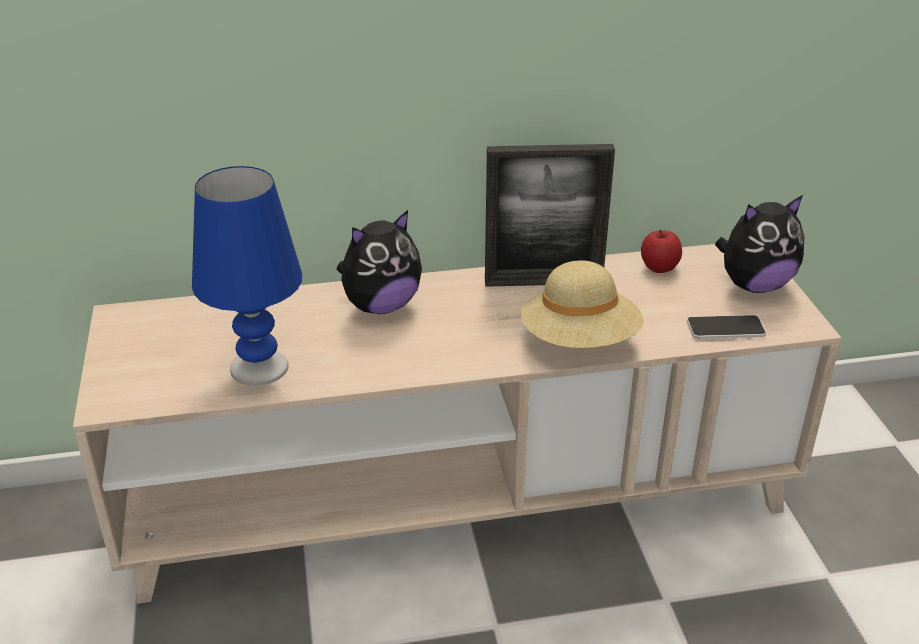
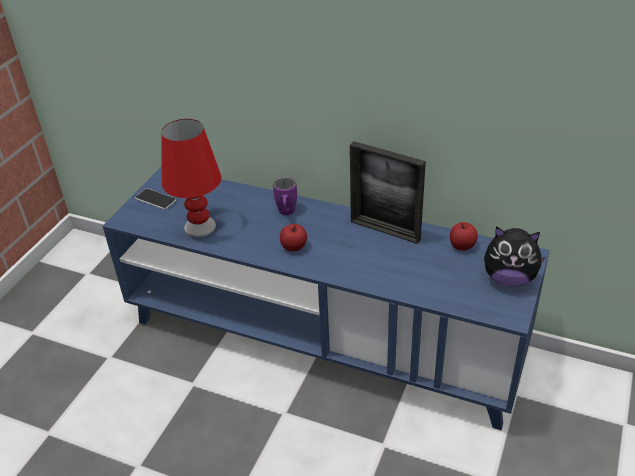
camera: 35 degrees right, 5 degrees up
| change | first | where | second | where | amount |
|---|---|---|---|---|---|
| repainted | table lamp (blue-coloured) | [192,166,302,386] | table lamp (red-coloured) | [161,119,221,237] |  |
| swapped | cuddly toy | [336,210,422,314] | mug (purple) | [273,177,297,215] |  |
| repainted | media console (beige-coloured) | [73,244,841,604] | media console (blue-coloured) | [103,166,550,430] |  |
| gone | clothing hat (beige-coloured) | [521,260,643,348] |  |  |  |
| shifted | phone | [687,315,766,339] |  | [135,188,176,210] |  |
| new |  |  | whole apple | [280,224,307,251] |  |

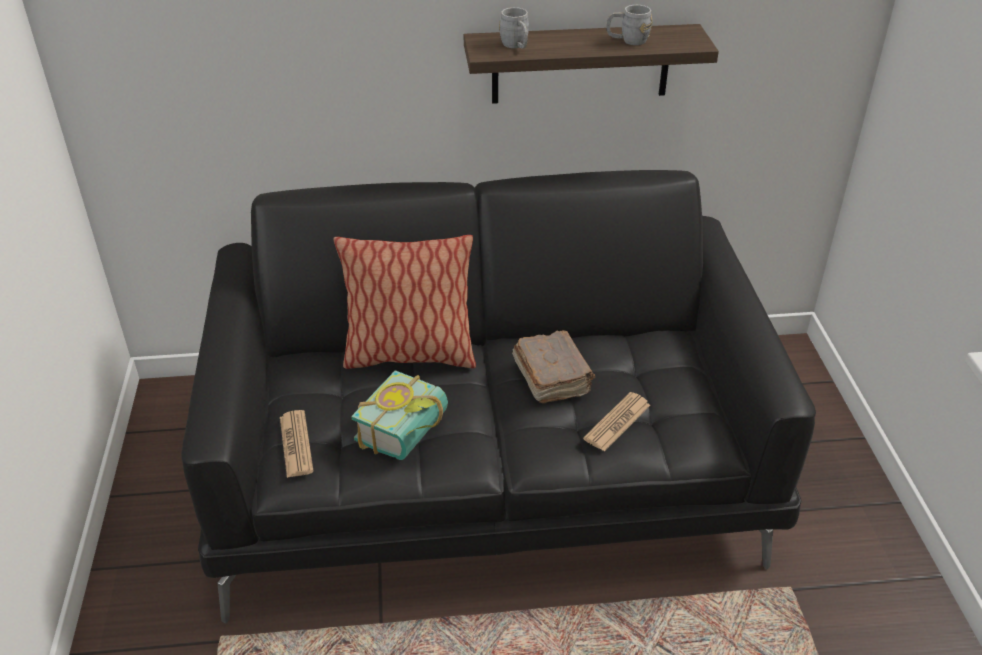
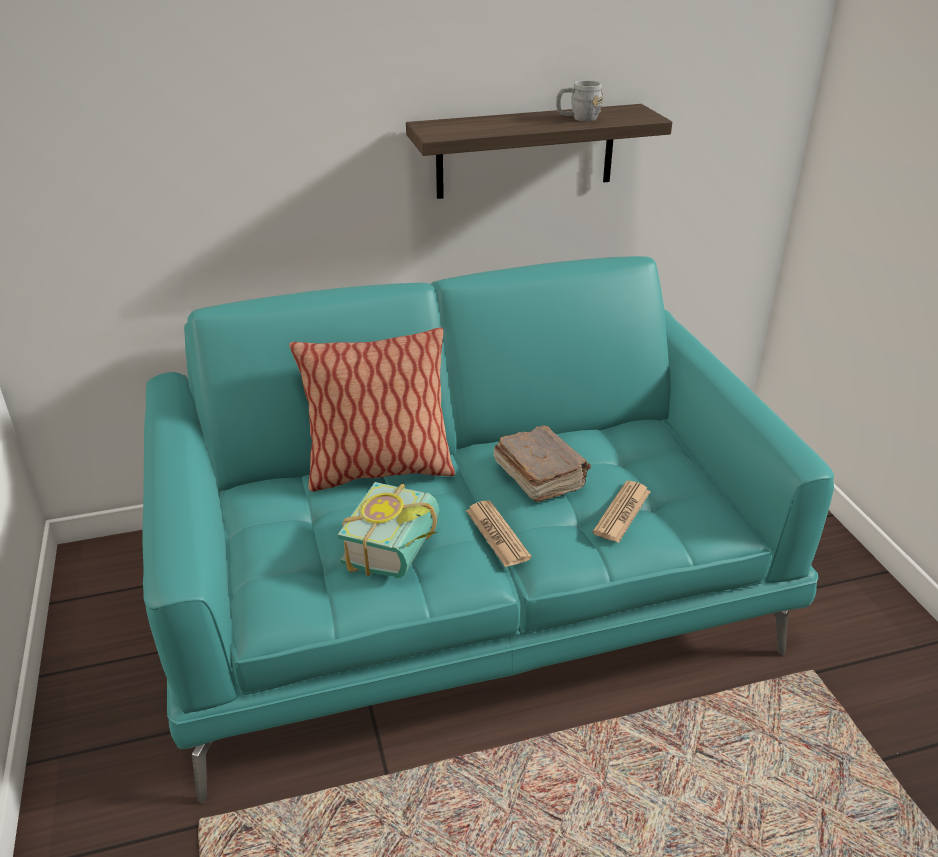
camera: 10 degrees left, 5 degrees down
| change | first | where | second | where | amount |
|---|---|---|---|---|---|
| gone | mug (gray) | [499,7,529,49] |  |  |  |
| repainted | sofa (black) | [181,170,816,624] | sofa (turquoise) | [142,256,834,803] |  |
| shifted | newspaper | [280,410,314,478] |  | [466,500,532,567] |  |

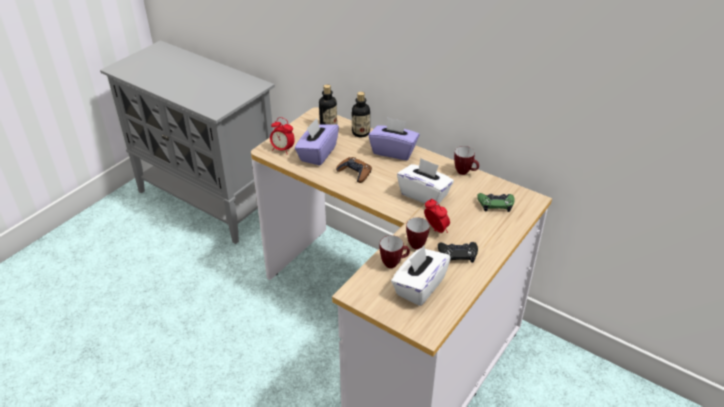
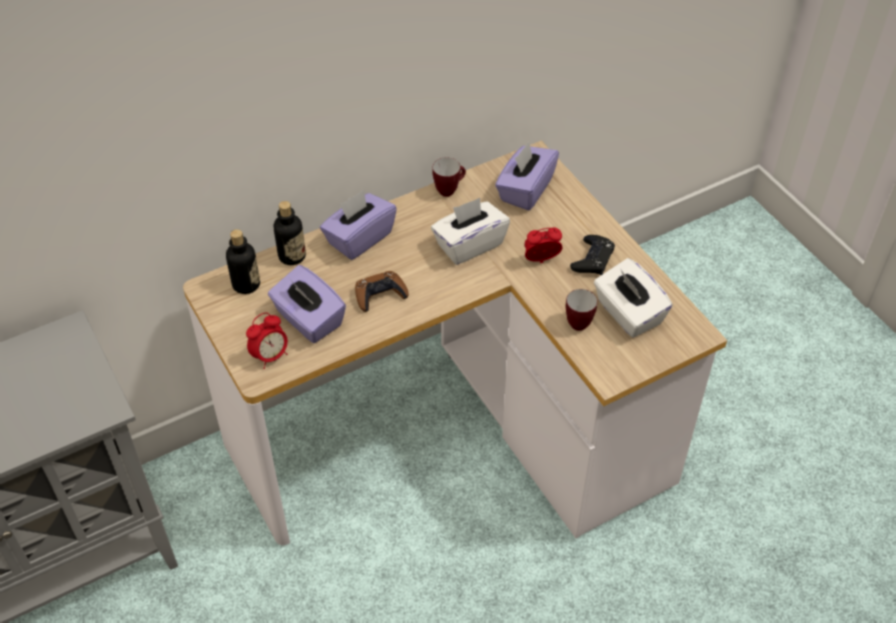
camera: 65 degrees left, 10 degrees up
| change | first | where | second | where | amount |
|---|---|---|---|---|---|
| swapped | joypad (green-coloured) | [477,193,515,212] | tissue holder (purple) | [495,142,559,211] |  |
| gone | mug | [406,217,430,250] |  |  |  |

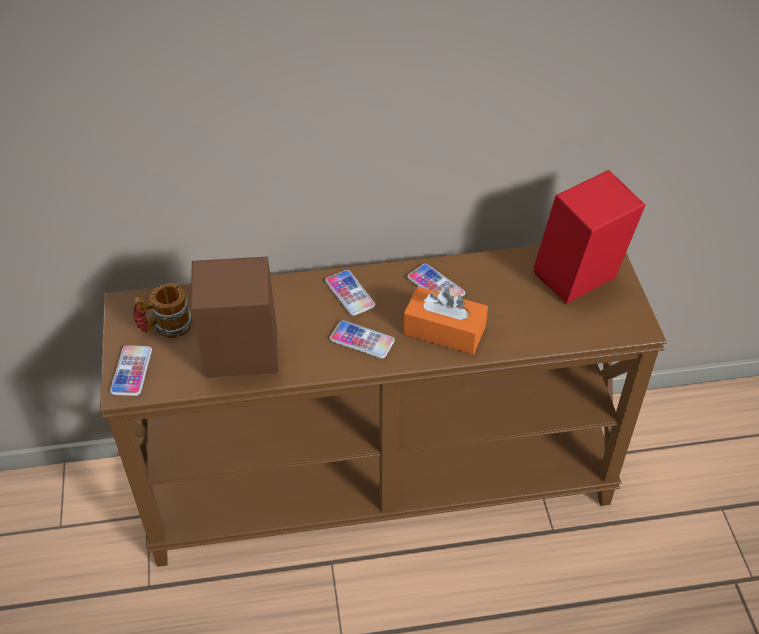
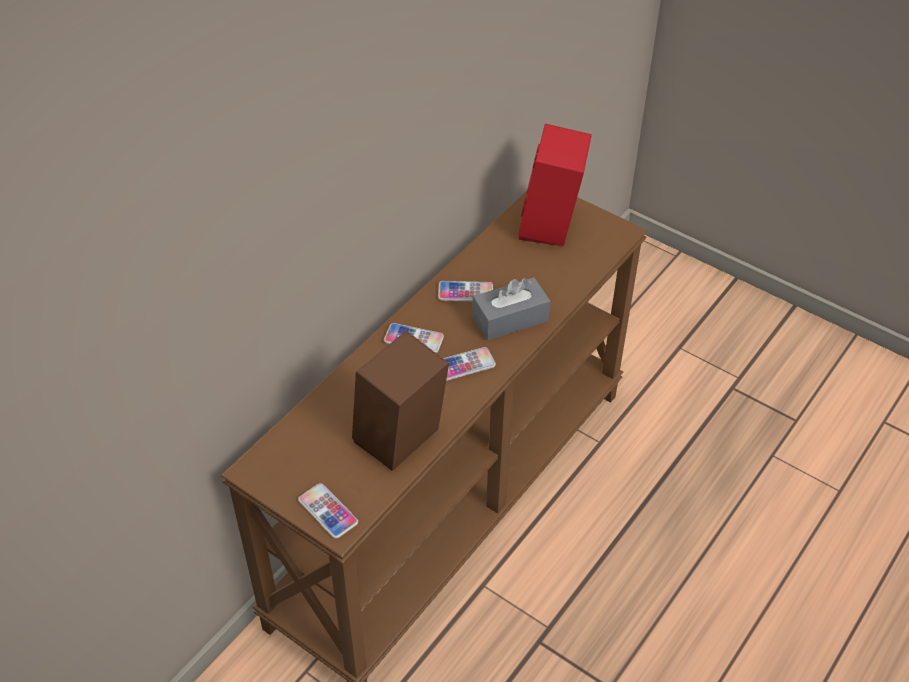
camera: 45 degrees left, 0 degrees up
| change | first | where | second | where | amount |
|---|---|---|---|---|---|
| gone | mug | [133,283,192,338] |  |  |  |
| repainted | tissue holder (orangey) | [403,287,488,354] | tissue holder (gray) | [472,277,550,341] |  |

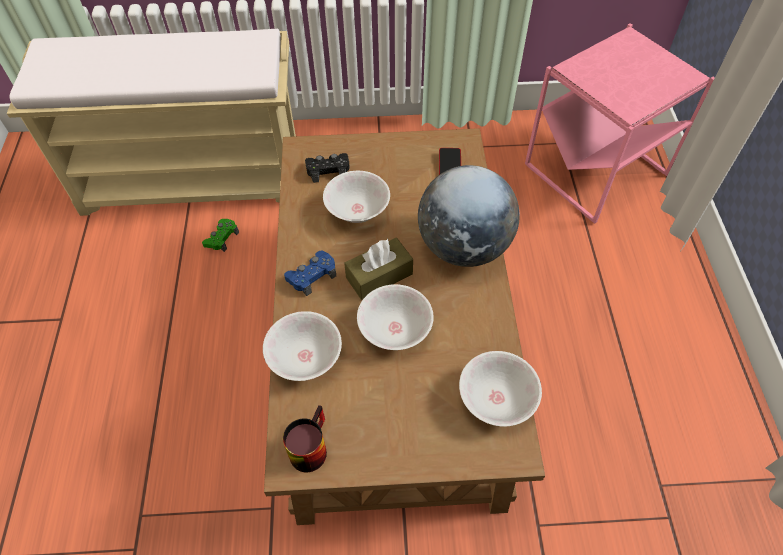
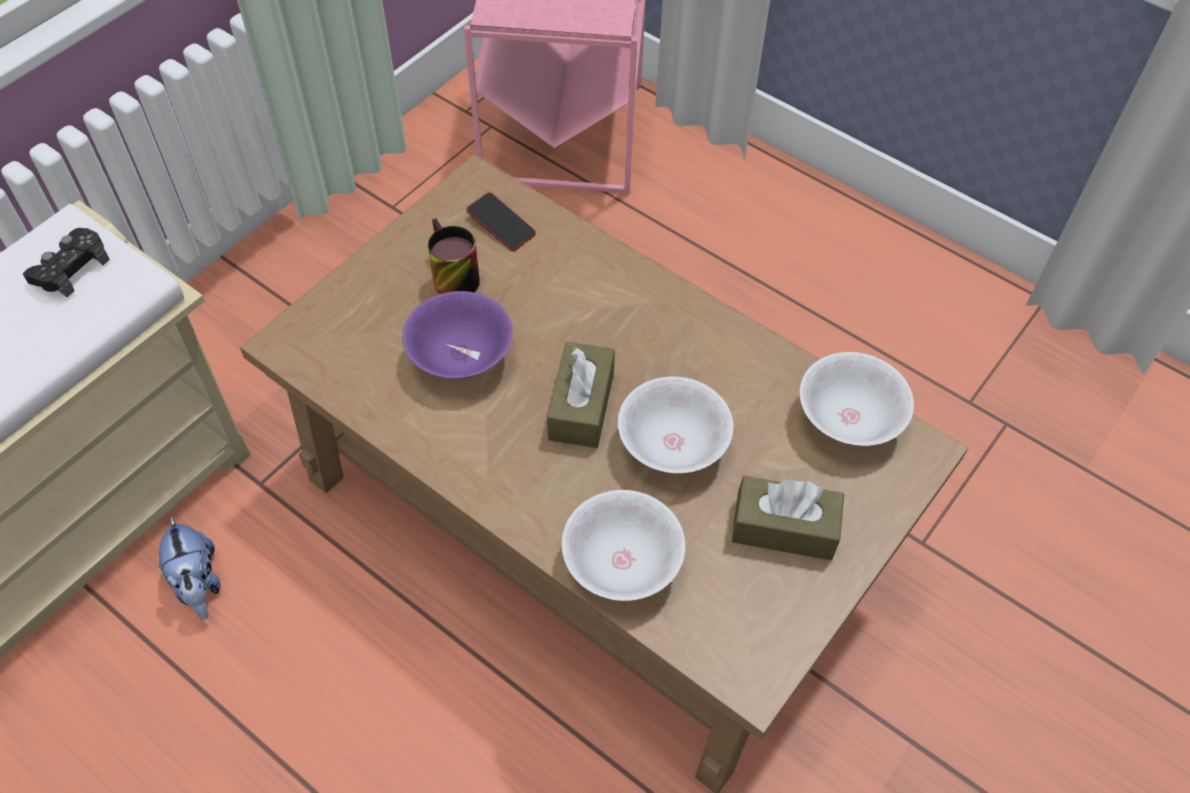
camera: 50 degrees left, 0 degrees up
| change | first | where | second | where | amount |
|---|---|---|---|---|---|
| shifted | joypad (black) | [305,153,350,183] |  | [23,228,110,297] |  |
| gone | desk globe | [418,165,520,267] |  |  |  |
| repainted | bowl (whitish) | [323,171,390,223] | bowl (purple) | [402,291,513,379] |  |
| swapped | joypad (green-coloured) | [202,219,239,252] | cuddly toy | [158,516,221,620] |  |
| gone | joypad (blue-coloured) | [284,250,336,296] |  |  |  |
| shifted | mug | [283,405,327,472] |  | [428,218,480,294] |  |
| new |  |  | tissue holder (brownish) | [732,476,844,560] |  |

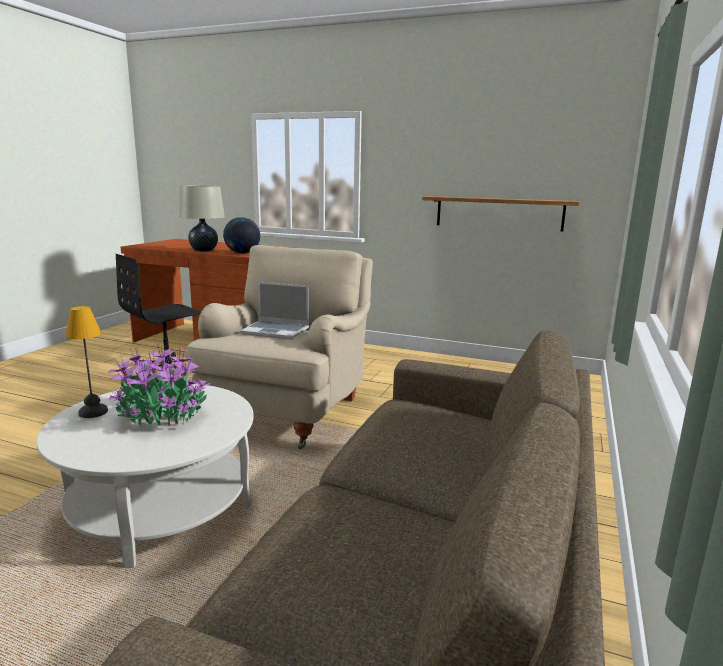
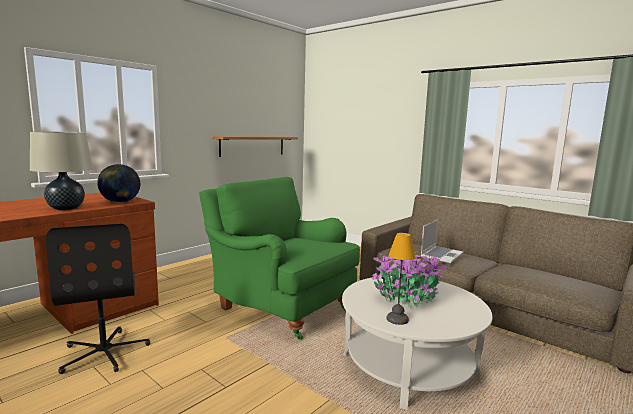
camera: 70 degrees left, 5 degrees down
| change | first | where | second | where | amount |
|---|---|---|---|---|---|
| repainted | lounge chair (beige-coloured) | [187,245,373,449] | lounge chair (green-coloured) | [199,177,360,340] |  |
| shifted | portable computer | [240,282,309,340] |  | [421,219,464,264] |  |

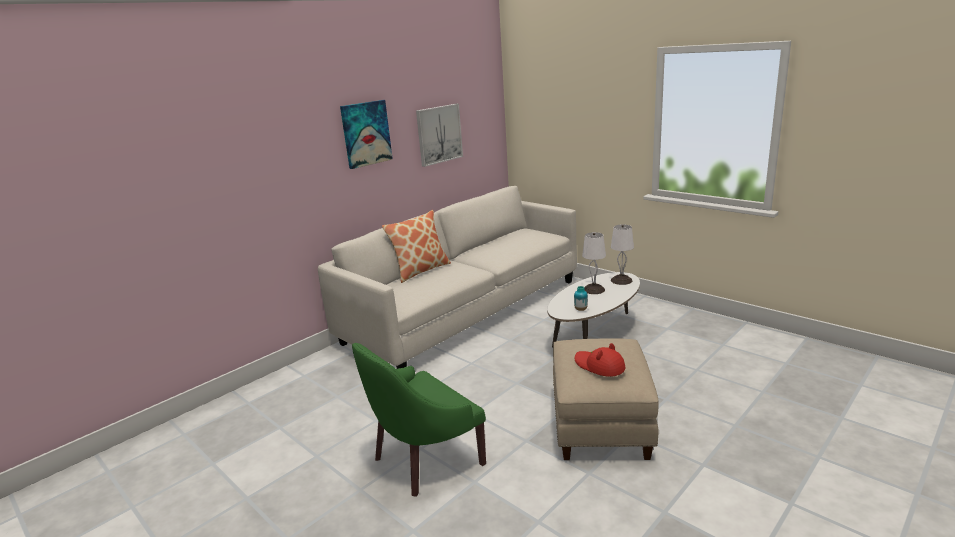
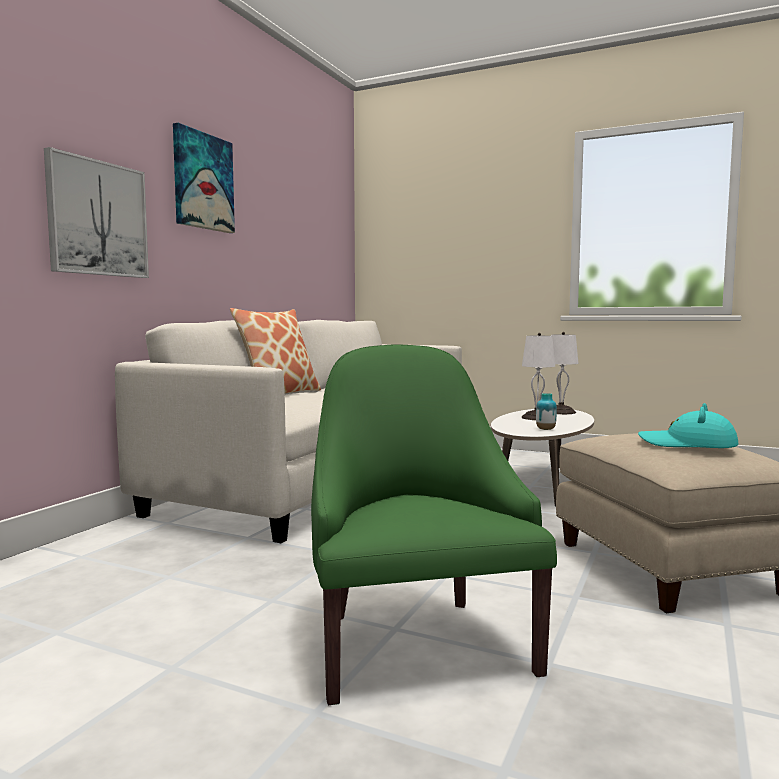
camera: 20 degrees left, 15 degrees down
| change | first | where | second | where | amount |
|---|---|---|---|---|---|
| shifted | wall art | [416,104,463,167] |  | [44,147,149,278] |  |
| rotated | lounge chair (green-coloured) | [352,343,486,497] |  | [311,344,557,705] | 135 degrees clockwise |
| repainted | clothing hat (red-coloured) | [575,343,625,377] | clothing hat (turquoise) | [638,403,738,448] |  |

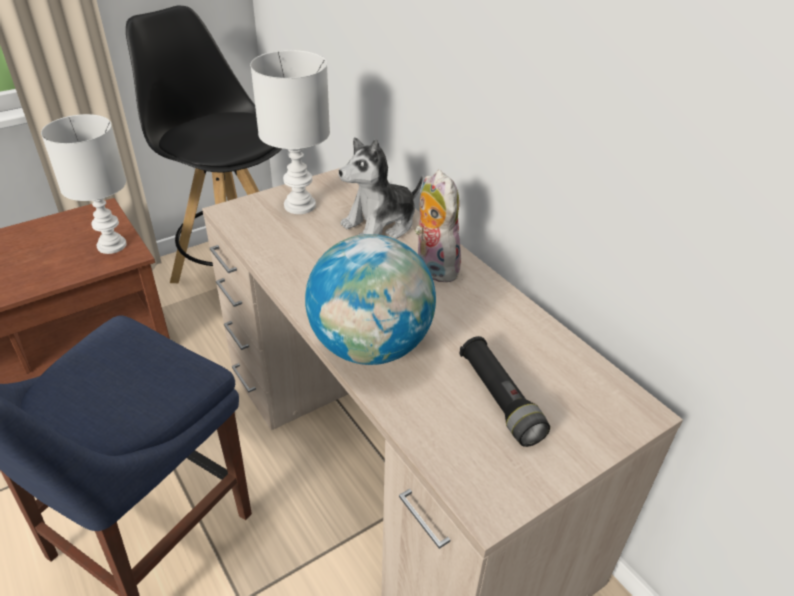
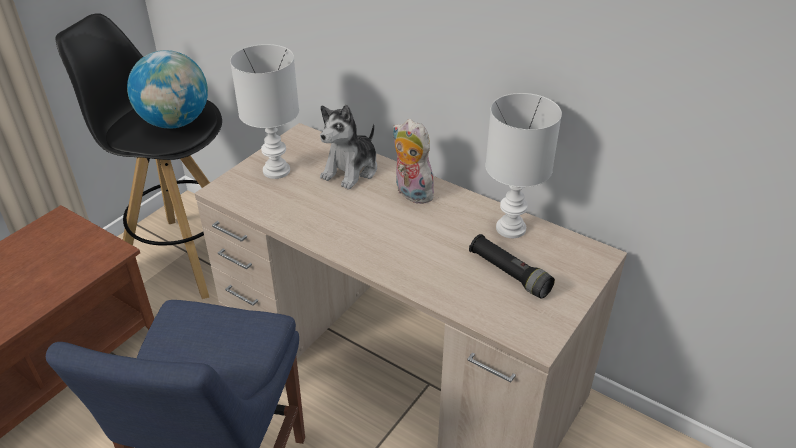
camera: 20 degrees left, 0 degrees up
| change | first | where | second | where | amount |
|---|---|---|---|---|---|
| shifted | table lamp (whitish) | [41,114,127,254] |  | [485,93,562,238] |  |
| shifted | desk globe | [305,234,436,365] |  | [127,50,208,129] |  |

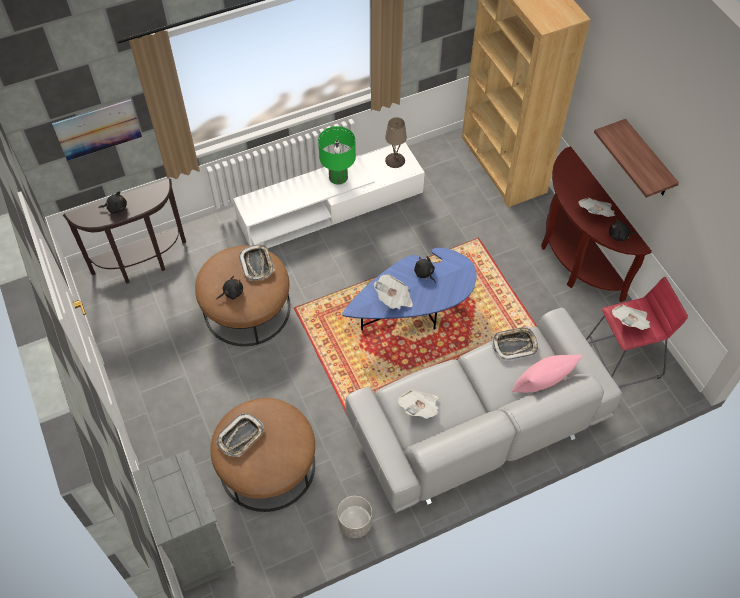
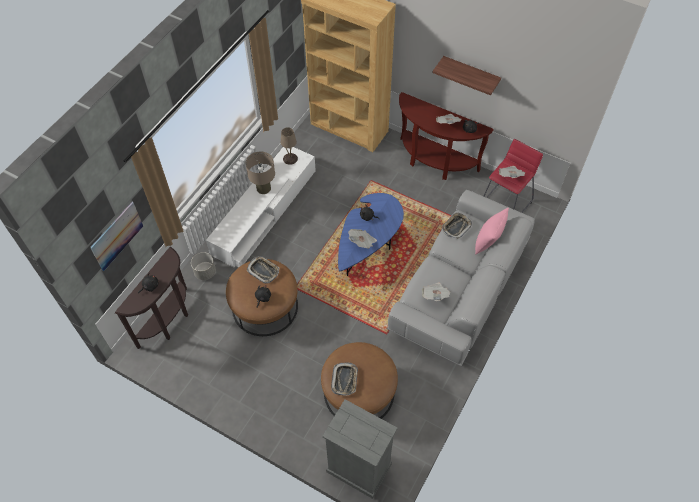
camera: 35 degrees left, 0 degrees up
| change | first | where | second | where | amount |
|---|---|---|---|---|---|
| repainted | table lamp (green-coloured) | [318,126,356,185] | table lamp (beige-coloured) | [245,151,275,194] |  |
| shifted | flower pot (gray) | [337,496,372,538] |  | [191,252,216,280] |  |

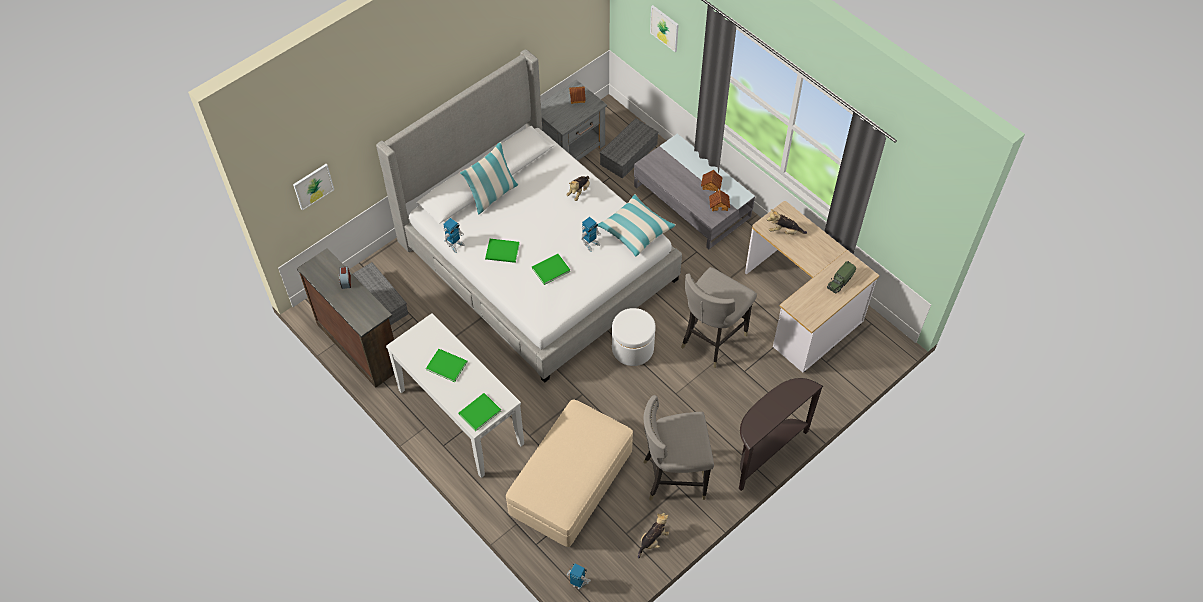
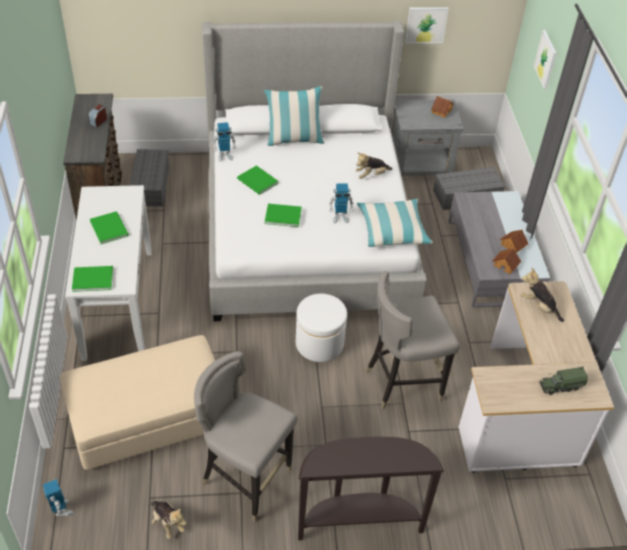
camera: 35 degrees right, 10 degrees down
| change | first | where | second | where | amount |
|---|---|---|---|---|---|
| shifted | wall art | [293,164,334,211] |  | [405,7,448,43] |  |
| rotated | cuddly toy | [638,513,669,558] |  | [149,501,186,539] | 60 degrees clockwise |

